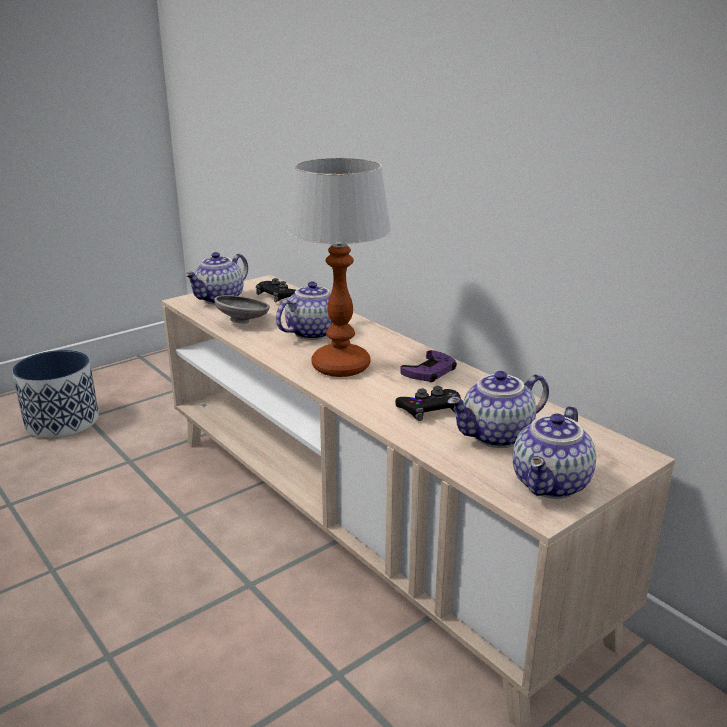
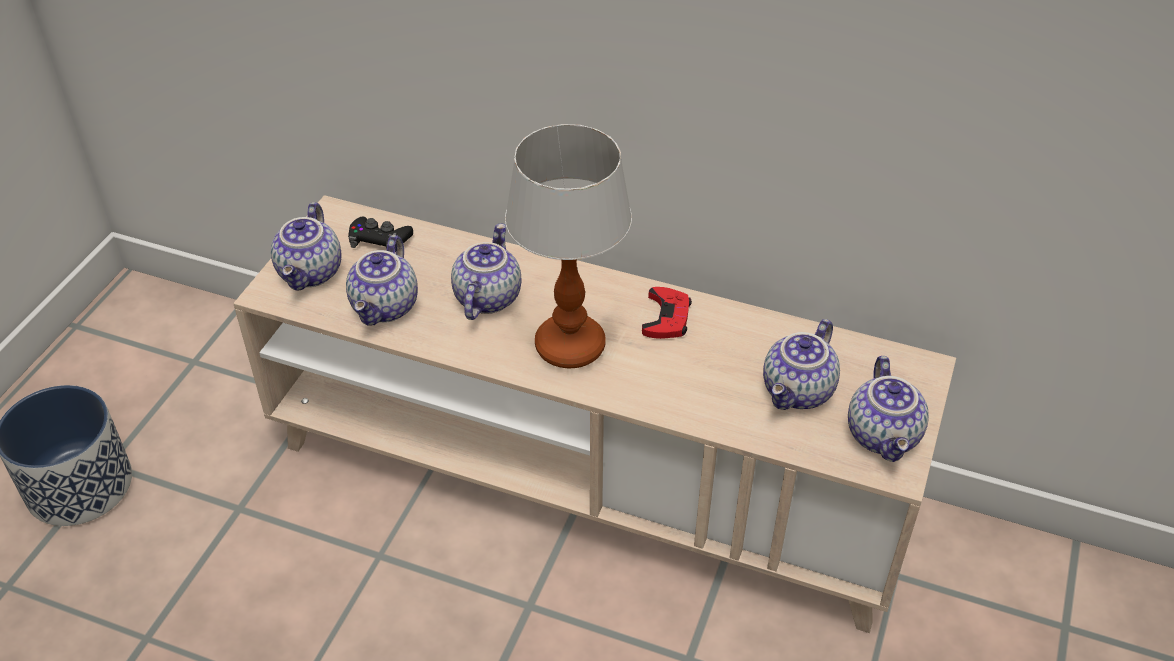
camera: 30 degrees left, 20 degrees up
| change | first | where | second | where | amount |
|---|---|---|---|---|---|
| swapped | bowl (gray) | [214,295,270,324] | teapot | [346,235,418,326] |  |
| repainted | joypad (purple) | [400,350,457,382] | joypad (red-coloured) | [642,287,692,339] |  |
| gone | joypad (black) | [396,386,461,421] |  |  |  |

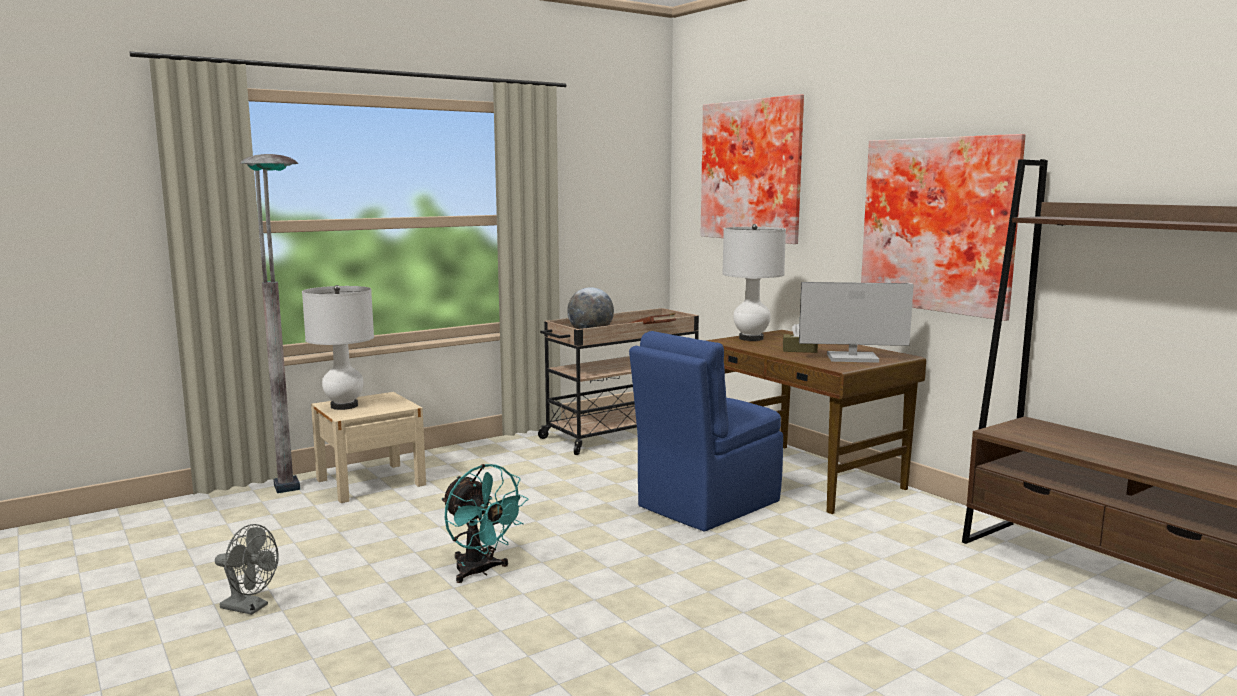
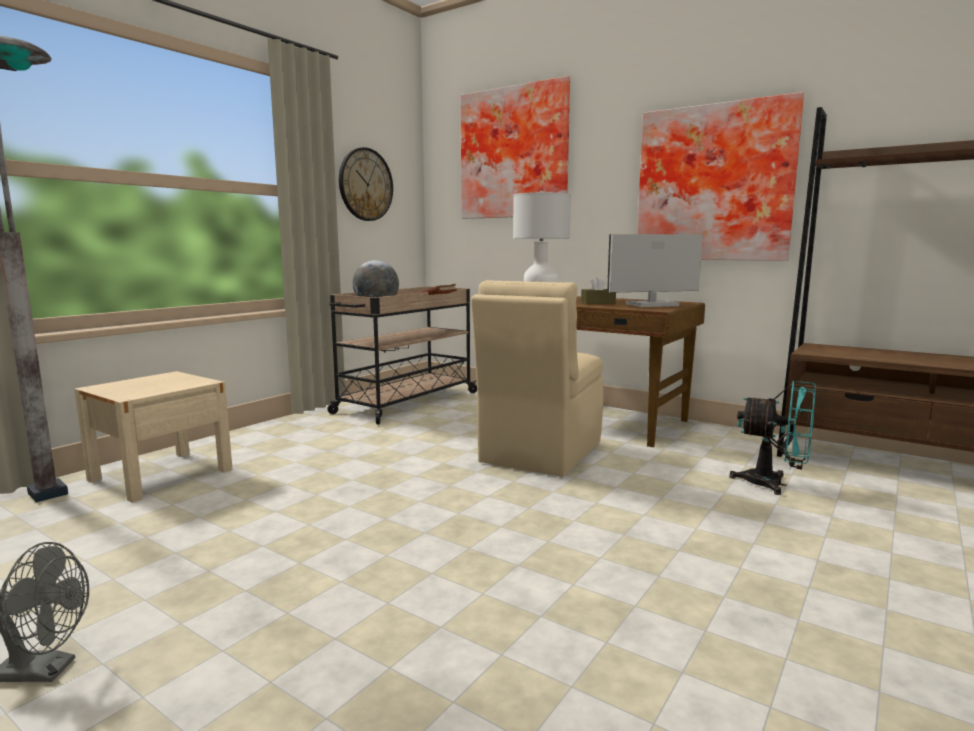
camera: 20 degrees left, 0 degrees up
| change | first | where | second | where | amount |
|---|---|---|---|---|---|
| gone | table lamp (whitish) | [302,285,374,410] |  |  |  |
| repainted | chair (blue-coloured) | [629,331,783,531] | chair (beige-coloured) | [471,280,603,477] |  |
| shifted | cooling fan (turquoise) | [442,464,528,583] |  | [729,380,816,495] |  |
| new |  |  | clock on the wall | [339,147,393,221] |  |

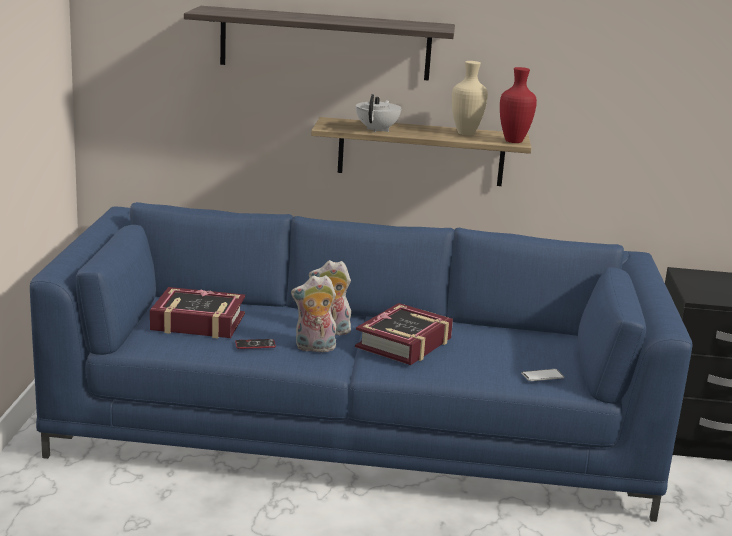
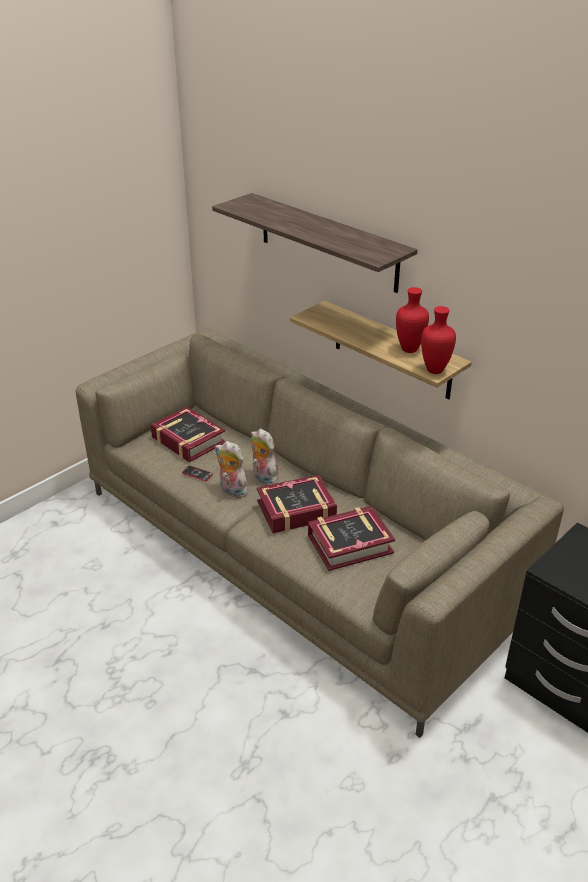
camera: 40 degrees right, 15 degrees up
| change | first | where | second | where | amount |
|---|---|---|---|---|---|
| repainted | decorative vase (beige-coloured) | [452,61,488,135] | decorative vase (red-coloured) | [396,287,429,353] |  |
| gone | teapot (whitish) | [356,94,402,133] |  |  |  |
| repainted | sofa (blue-coloured) | [30,202,693,522] | sofa (beige-coloured) | [76,328,564,738] |  |
| gone | phone | [521,369,564,381] |  |  |  |
| new |  |  | book | [308,506,395,571] |  |

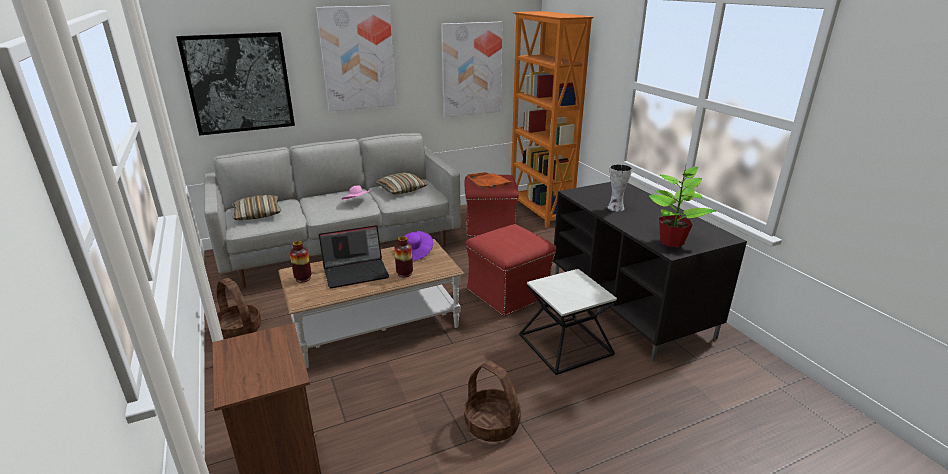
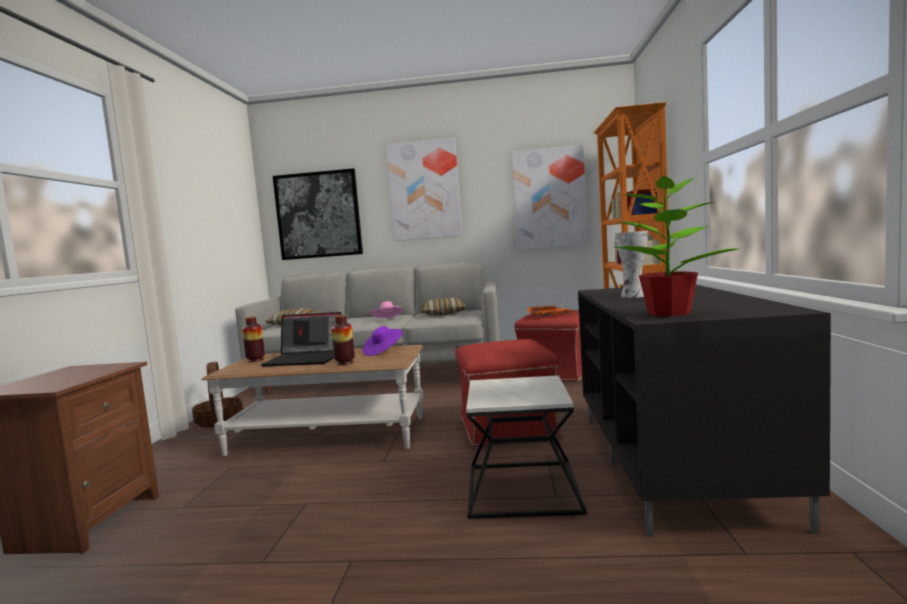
camera: 30 degrees right, 20 degrees down
| change | first | where | second | where | amount |
|---|---|---|---|---|---|
| gone | storage basket | [464,361,521,442] |  |  |  |

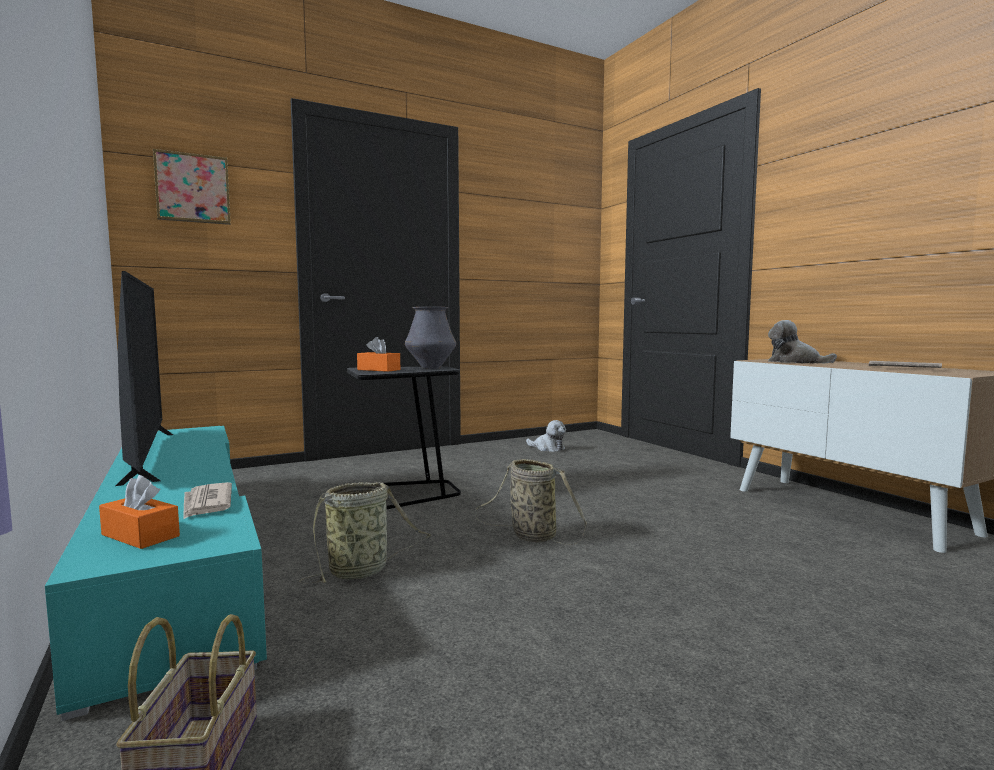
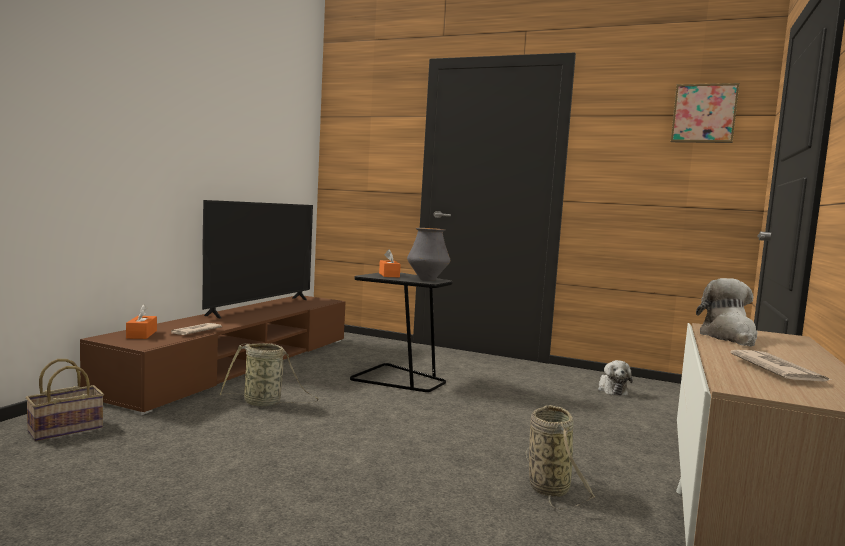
camera: 50 degrees right, 0 degrees up
| change | first | where | second | where | amount |
|---|---|---|---|---|---|
| shifted | wall art | [153,149,231,225] |  | [671,83,739,143] |  |
| repainted | media console (turquoise) | [45,426,267,721] | media console (brownish) | [80,295,346,415] |  |
| shifted | storage basket | [475,459,587,545] |  | [525,405,596,510] |  |

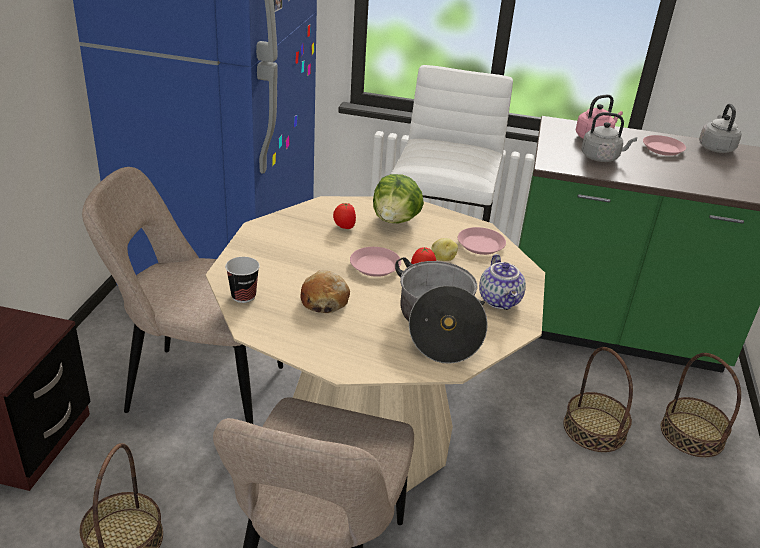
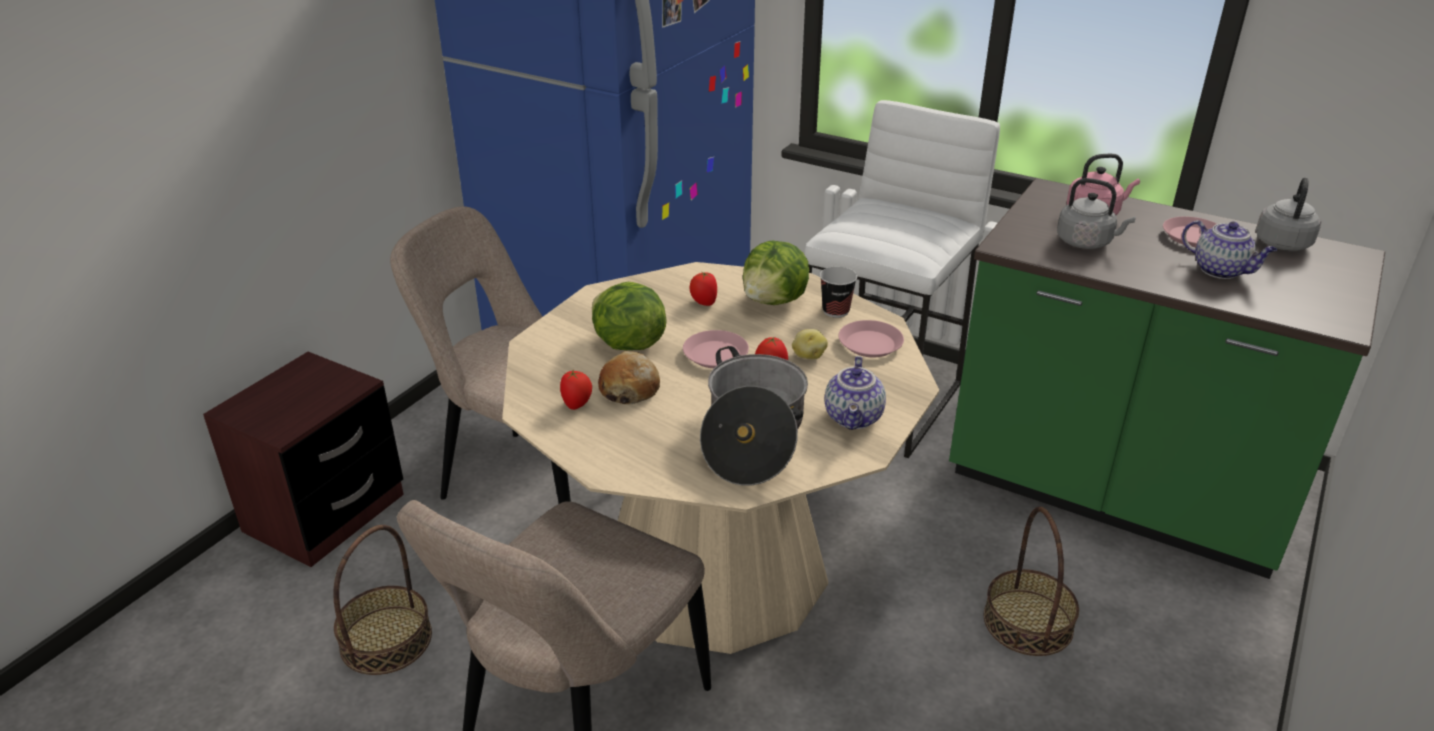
camera: 20 degrees right, 0 degrees up
| change | first | where | second | where | amount |
|---|---|---|---|---|---|
| shifted | small cup | [225,257,260,303] |  | [820,267,857,318] |  |
| gone | storage basket | [661,353,741,457] |  |  |  |
| new |  |  | teapot | [1182,220,1277,279] |  |
| new |  |  | head of lettuce | [592,282,667,350] |  |
| new |  |  | fresh tomato | [560,371,592,410] |  |

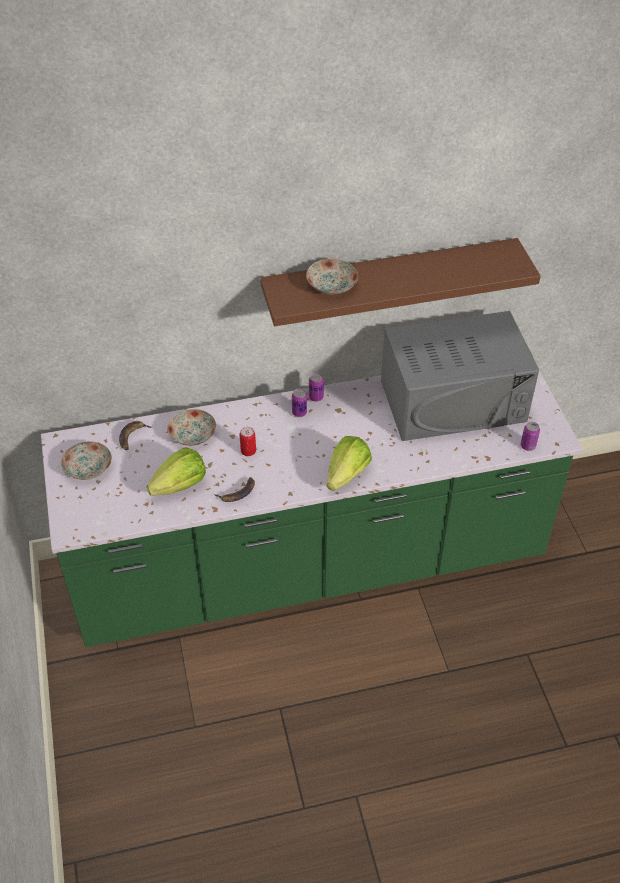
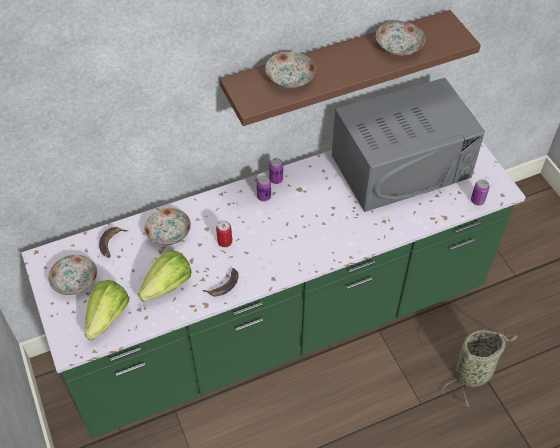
camera: 10 degrees left, 5 degrees up
| change | first | where | second | where | amount |
|---|---|---|---|---|---|
| shifted | head of lettuce | [327,436,372,491] |  | [84,280,129,341] |  |
| new |  |  | dinner plate | [376,21,425,56] |  |
| new |  |  | storage basket | [443,330,518,406] |  |

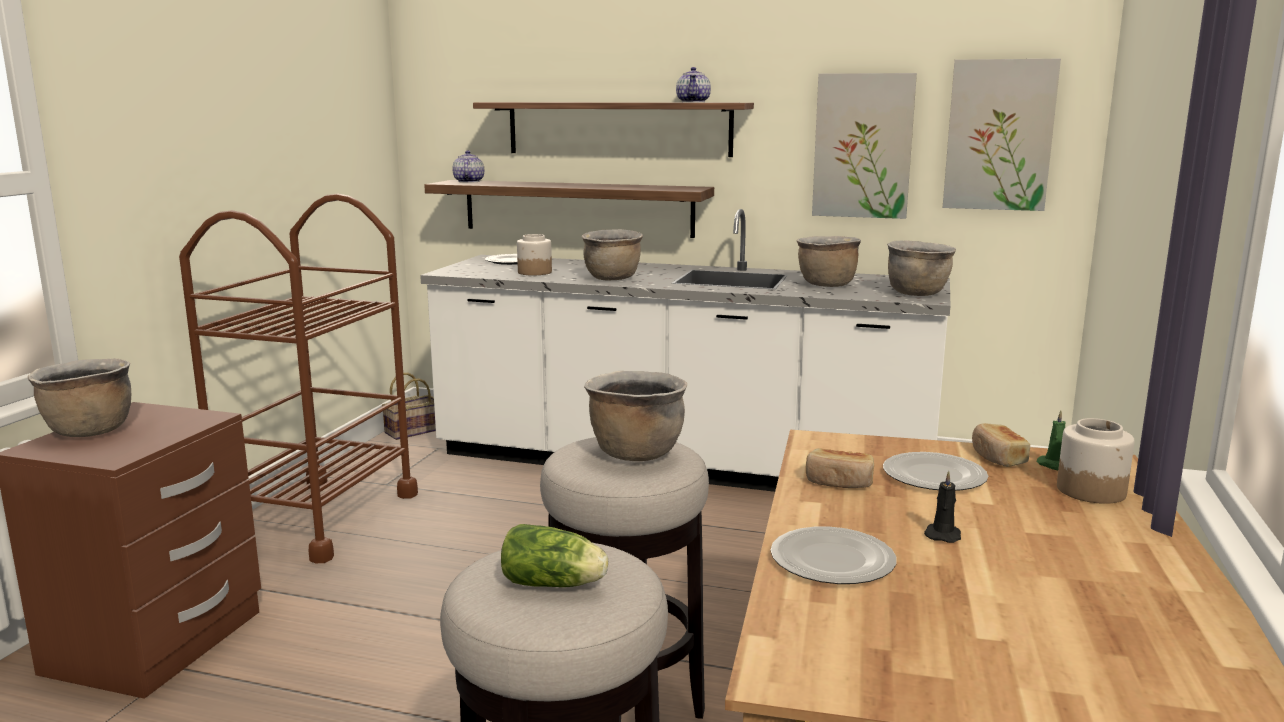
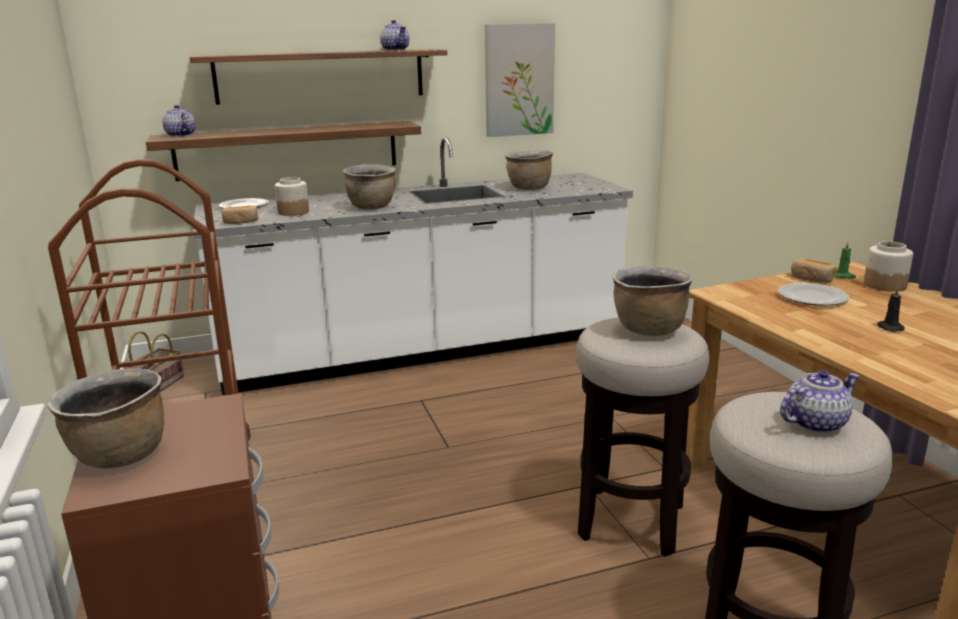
camera: 35 degrees left, 5 degrees up
| change | first | where | second | where | amount |
|---|---|---|---|---|---|
| gone | wall art | [943,59,1061,211] |  |  |  |
| gone | saucepot (brownish) | [887,240,956,296] |  |  |  |
| shifted | bread | [806,448,874,488] |  | [222,206,258,224] |  |
| swapped | head of lettuce | [501,524,608,587] | teapot | [780,370,859,433] |  |
| gone | dinner plate | [771,527,896,584] |  |  |  |

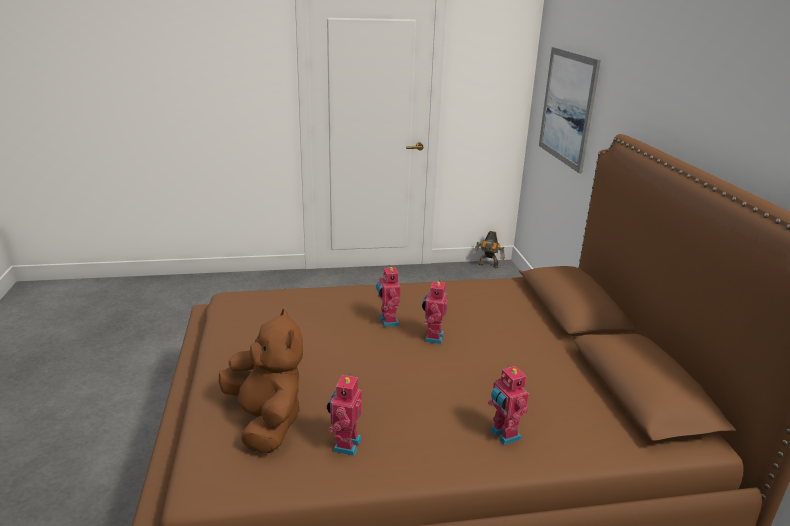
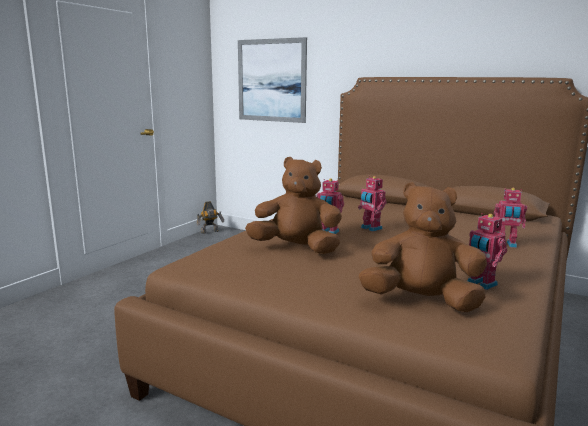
camera: 50 degrees left, 10 degrees down
| change | first | where | second | where | amount |
|---|---|---|---|---|---|
| new |  |  | cuddly toy (brownish) | [245,157,342,254] |  |

